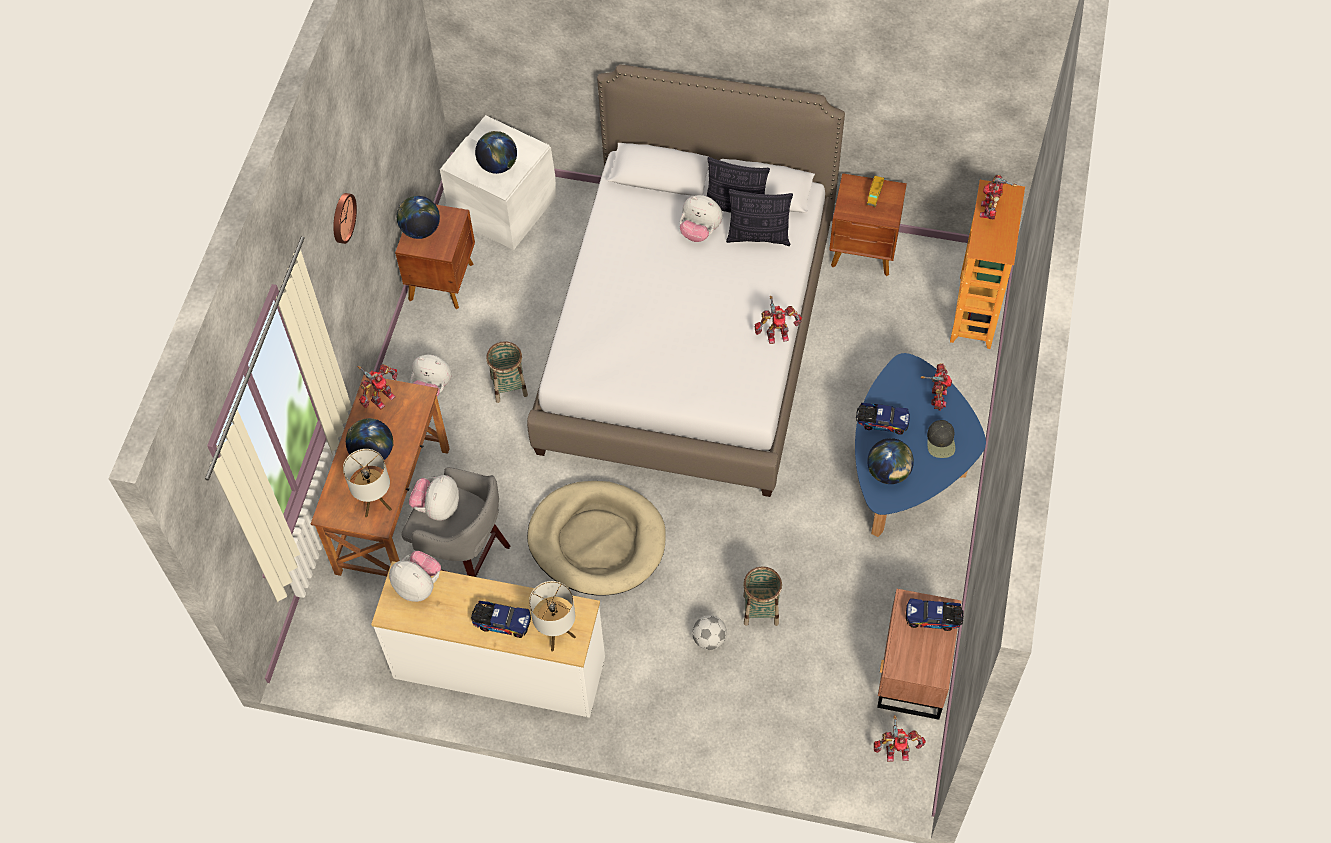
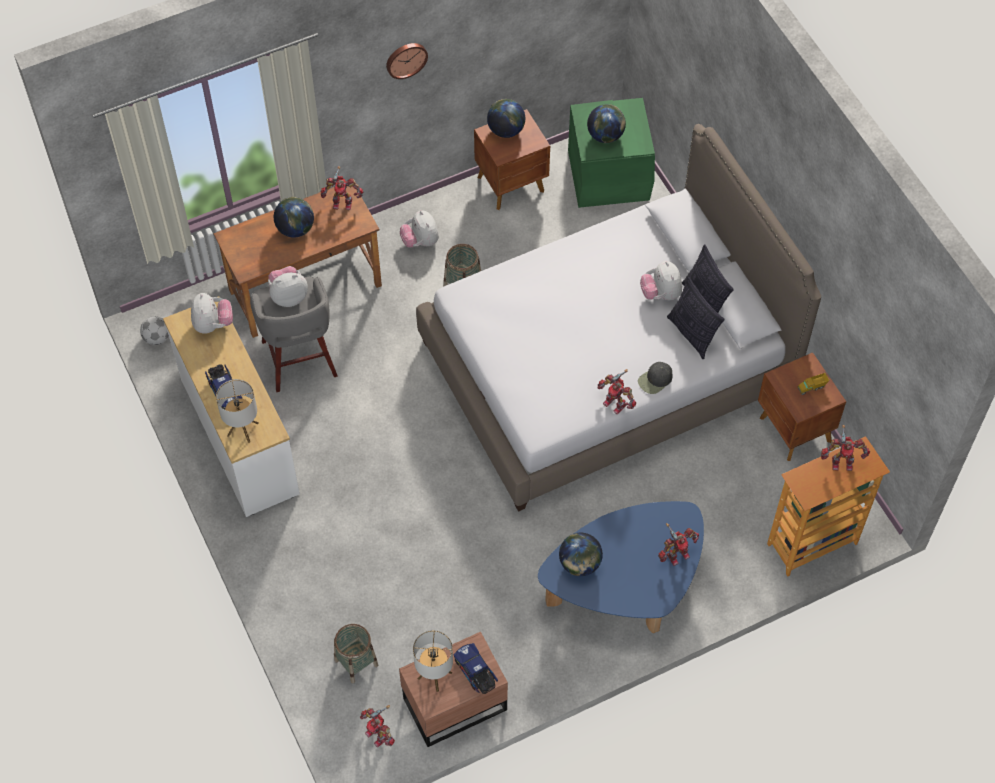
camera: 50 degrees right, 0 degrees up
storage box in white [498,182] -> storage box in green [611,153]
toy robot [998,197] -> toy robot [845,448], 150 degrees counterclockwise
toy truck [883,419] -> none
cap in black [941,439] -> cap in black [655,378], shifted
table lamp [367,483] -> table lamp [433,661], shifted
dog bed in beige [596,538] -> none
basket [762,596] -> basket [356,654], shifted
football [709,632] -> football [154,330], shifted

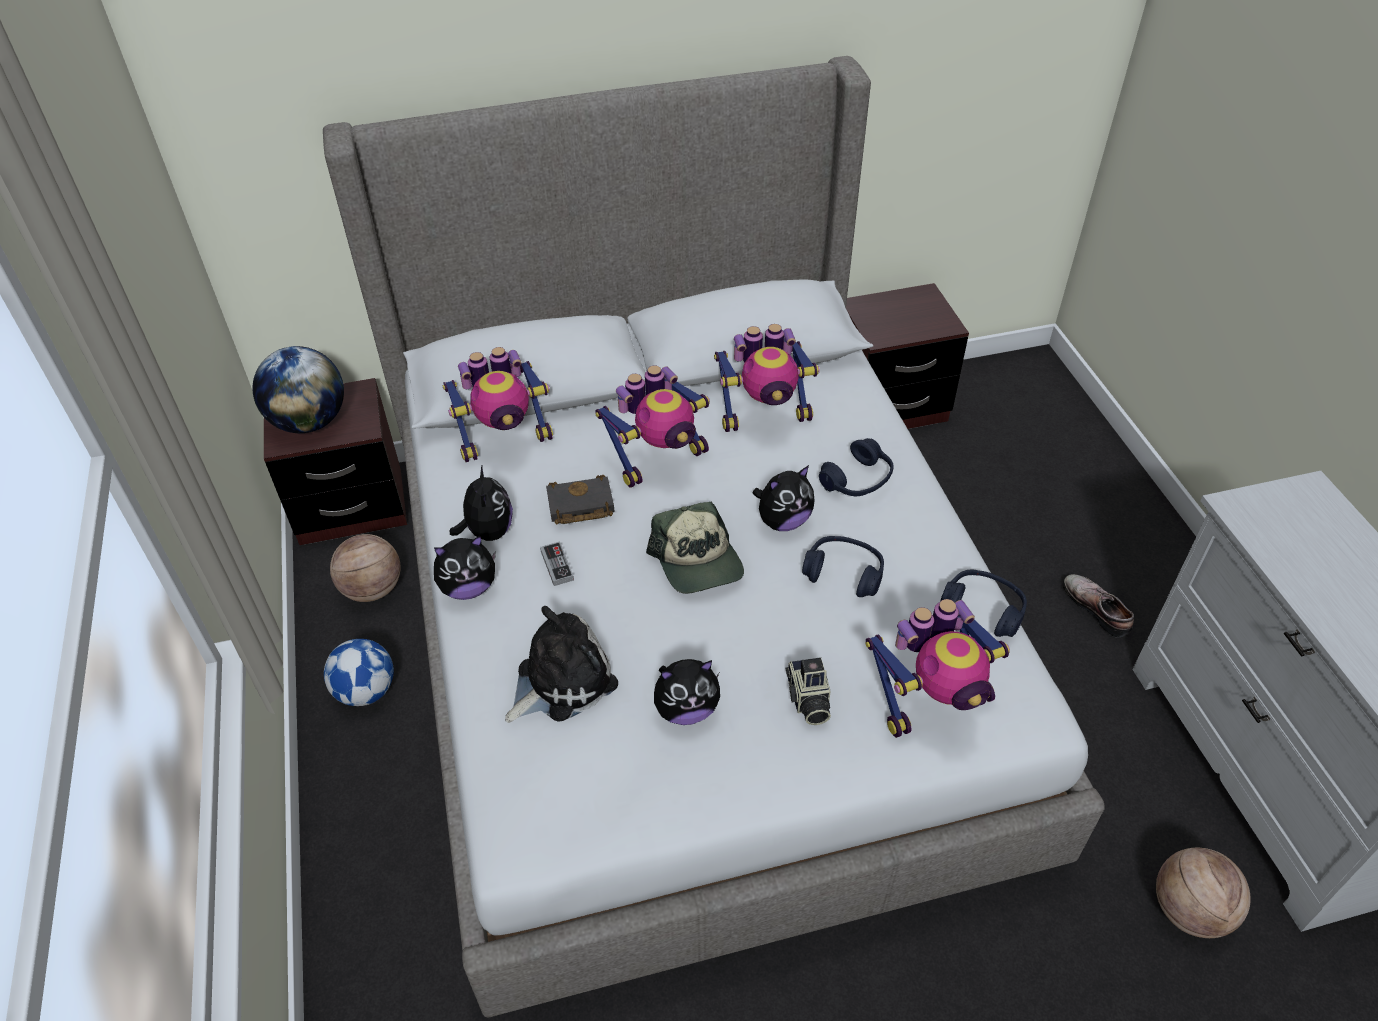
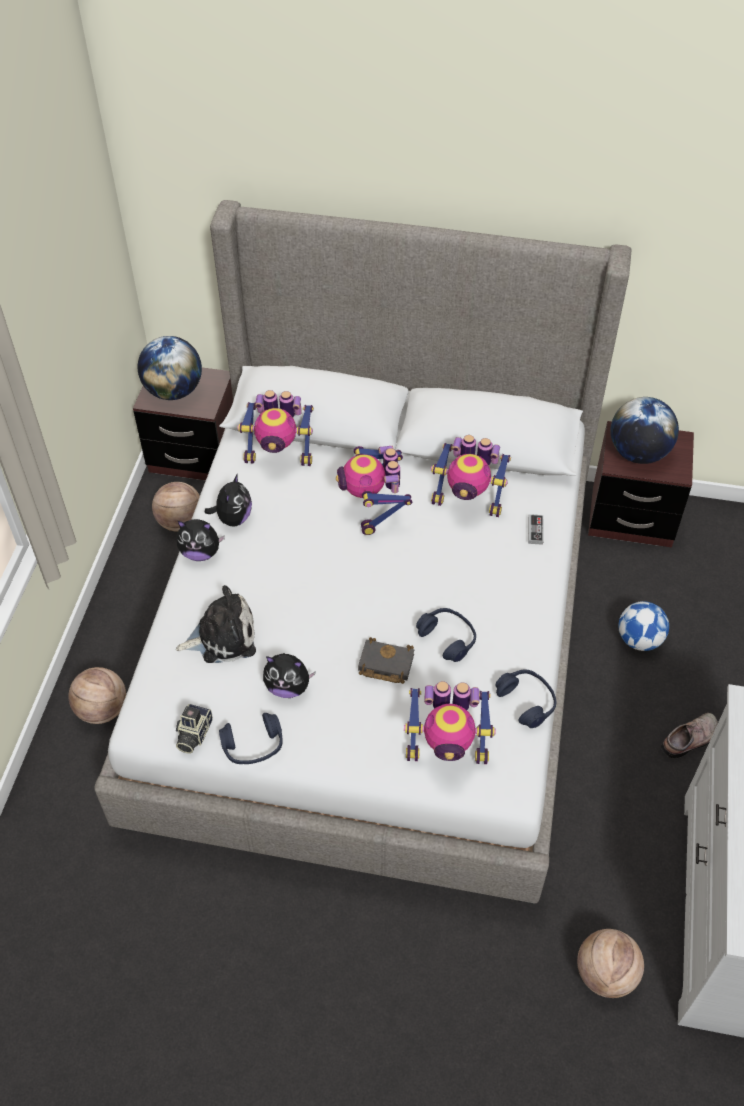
camera: 25 degrees right, 5 degrees up
toy robot [652,426] -> toy robot [374,490], 90 degrees clockwise
headphones in blue [856,467] -> headphones in blue [251,738], shifted
plush toy [783,498] -> none
book in black [580,500] -> book in black [386,660], shifted
cap [695,547] -> none
game controller [557,563] -> game controller [535,529], shifted
shoe [1098,606] -> shoe [689,736], 60 degrees clockwise
football [359,672] -> football [643,626], shifted
photo camera [808,691] -> photo camera [194,728], shifted
none -> globe [644,430]
none -> basketball [97,695]

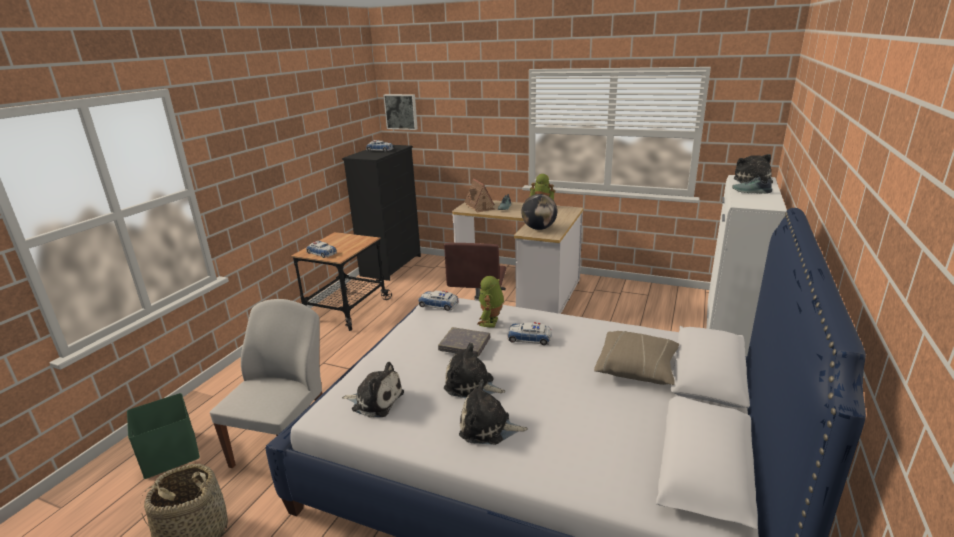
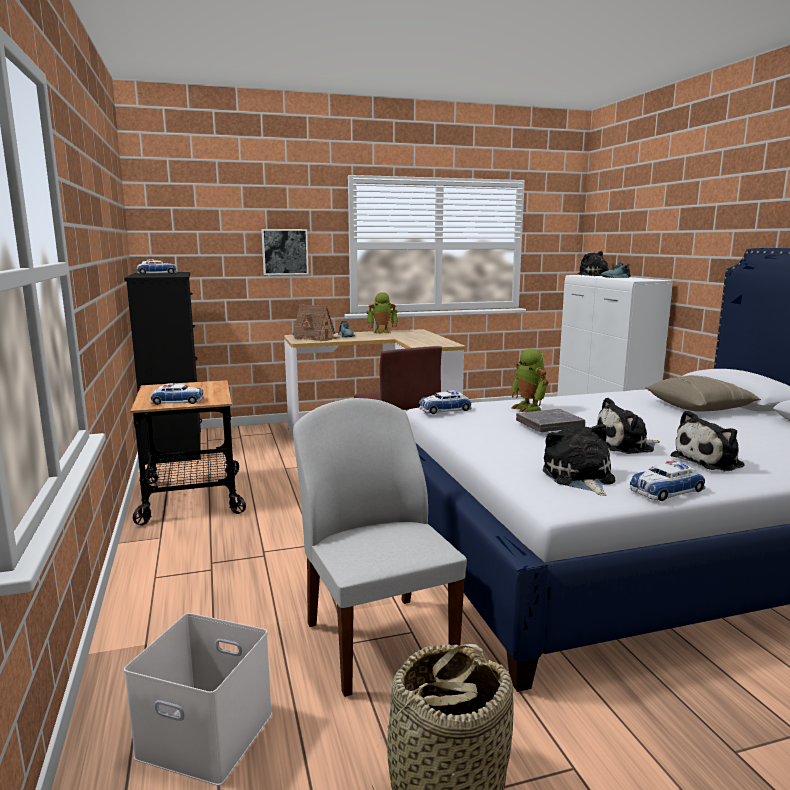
camera: 40 degrees left, 10 degrees down
picture [400,112] -> picture [285,252], shifted
globe [539,212] -> none
toy car [529,333] -> toy car [667,481], shifted
plush toy [373,389] -> plush toy [579,460], 75 degrees counterclockwise
storage box in green [163,436] -> storage box in white [198,699]

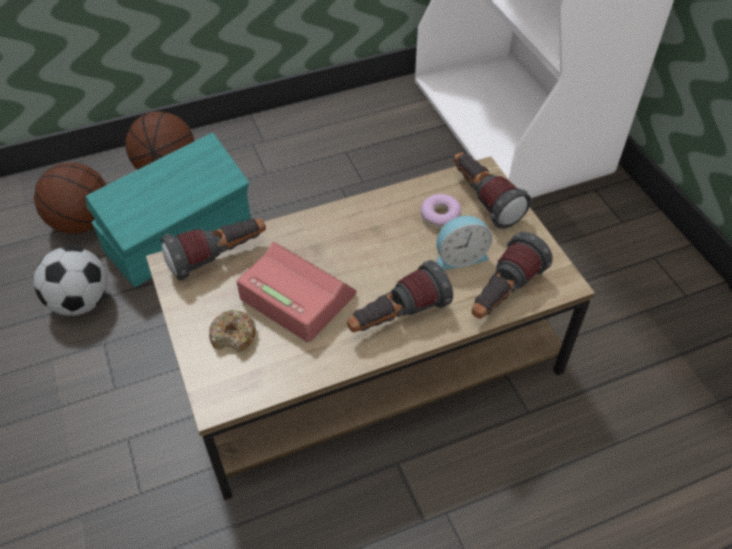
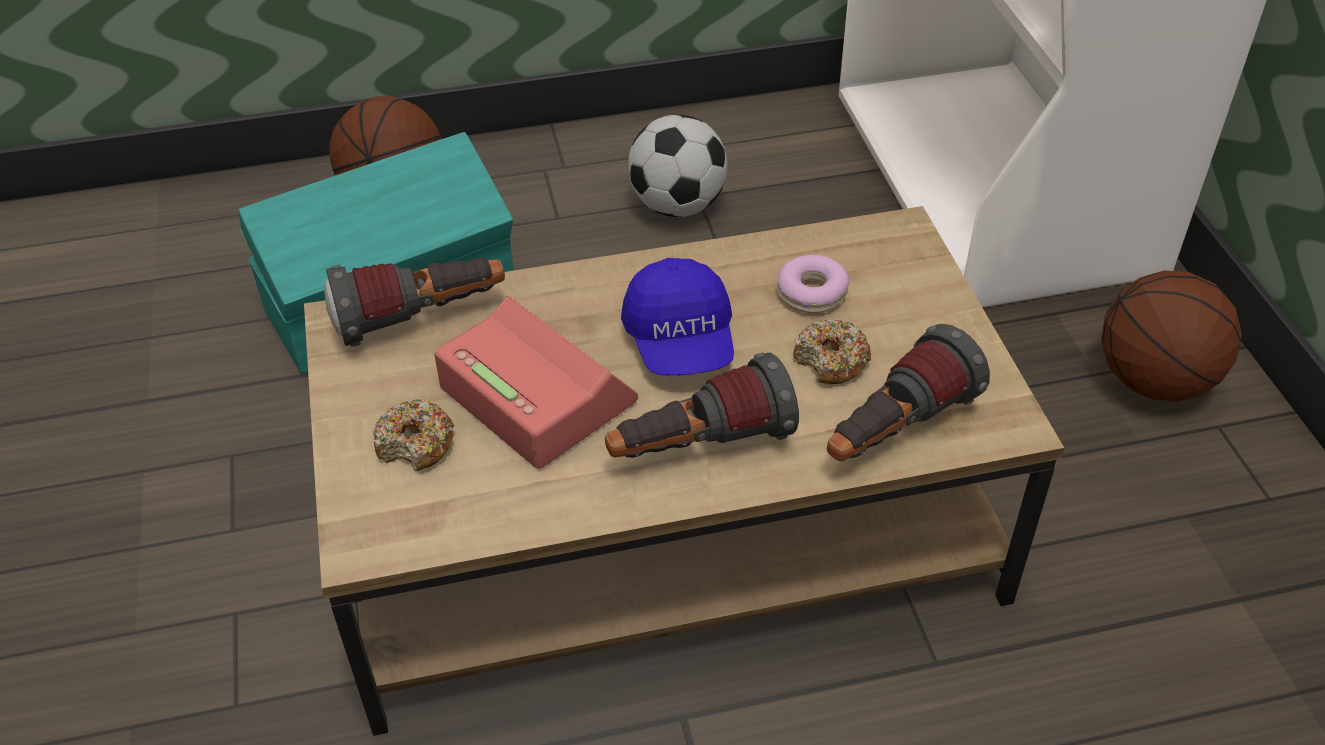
camera: 10 degrees right, 5 degrees down
flashlight [492,190] -> none
basketball [70,198] -> basketball [1171,336], shifted
alarm clock [464,243] -> donut [832,351]
football [71,281] -> football [678,165], shifted
none -> cap in blue [677,317]

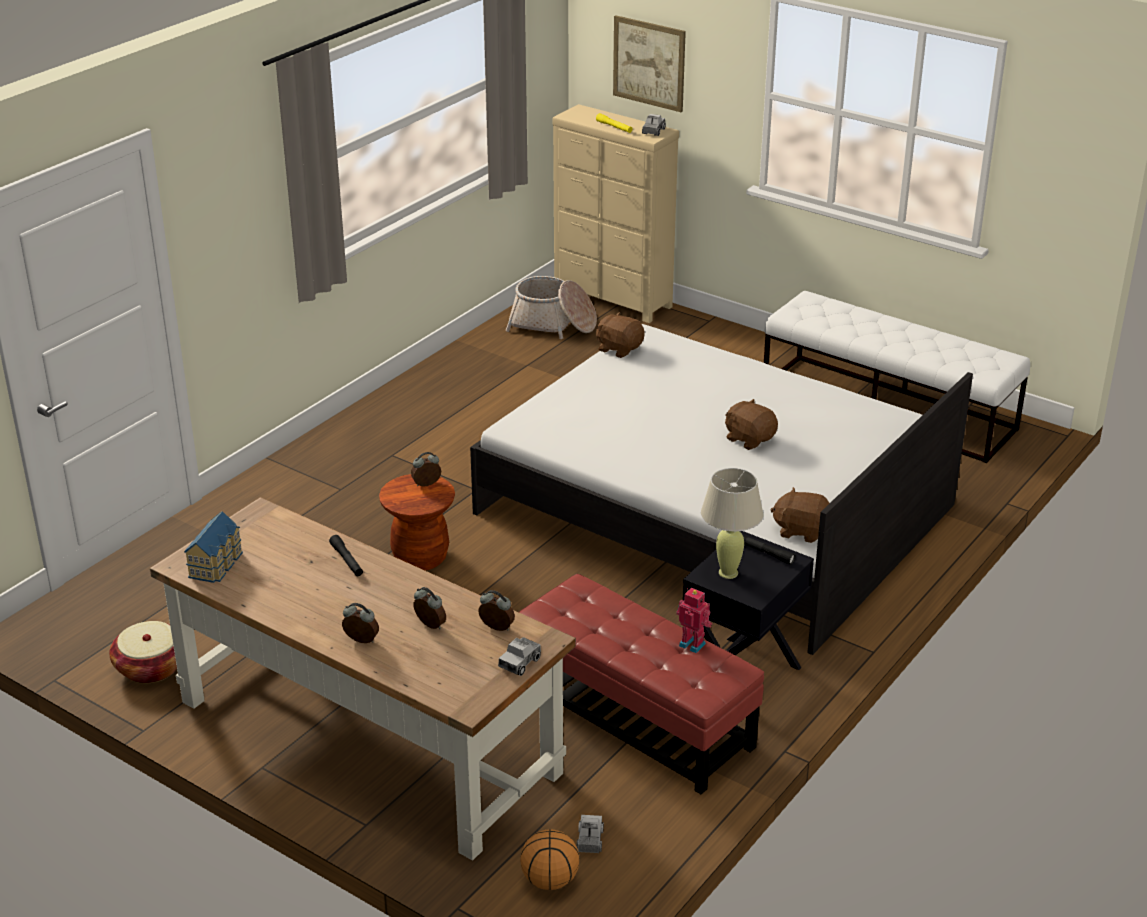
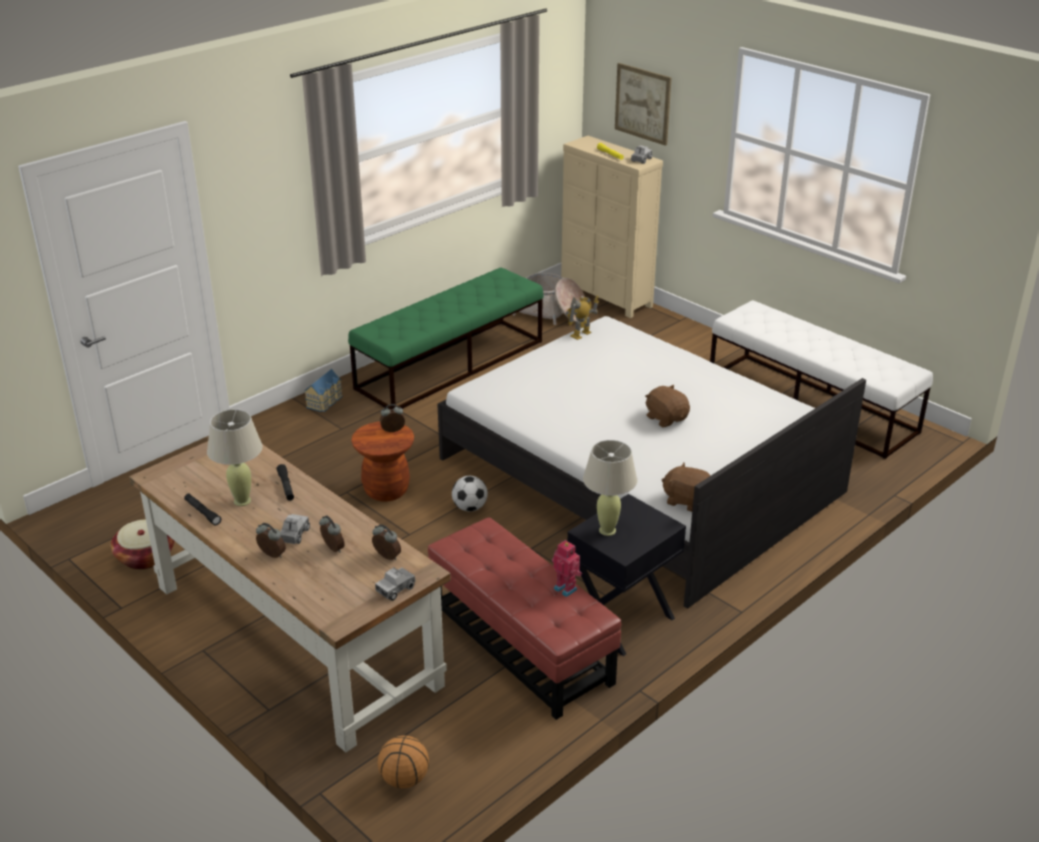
camera: 10 degrees right, 0 degrees up
plush toy in brown [620,335] -> toy robot [582,317]
toy house [213,547] -> toy house [323,390], shifted
flashlight in black [769,550] -> flashlight in black [202,509], shifted
toy truck [590,834] -> toy truck [295,529], shifted
none -> bench in green [446,338]
none -> table lamp in beige [235,457]
none -> football [470,494]

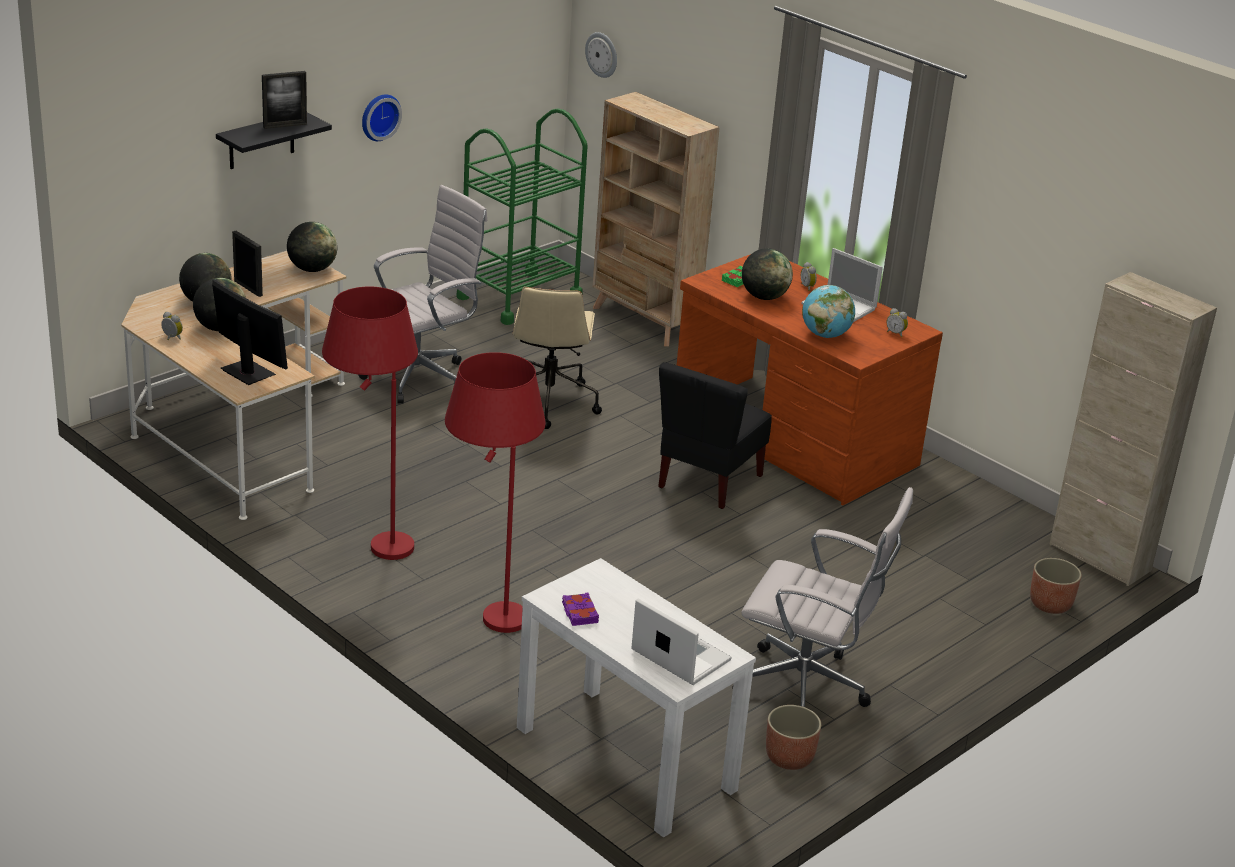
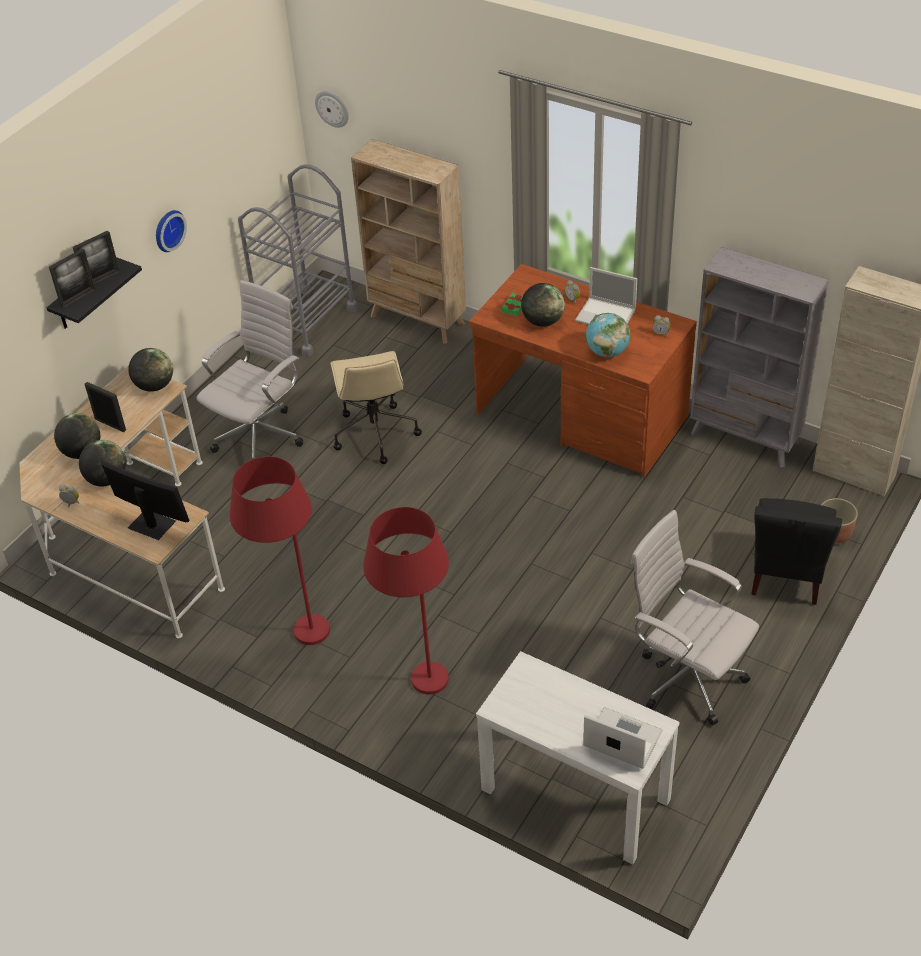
camera: 10 degrees left, 15 degrees up
cart in green [522,216] -> cart in grey [298,260]
chair in black [715,435] -> chair in black [796,551], shifted
office chair in white [822,597] -> office chair in white [695,618], 150 degrees counterclockwise
book in purple [580,609] -> none
planter [793,737] -> none
none -> bookcase in grey [759,357]
none -> picture frame [72,278]

